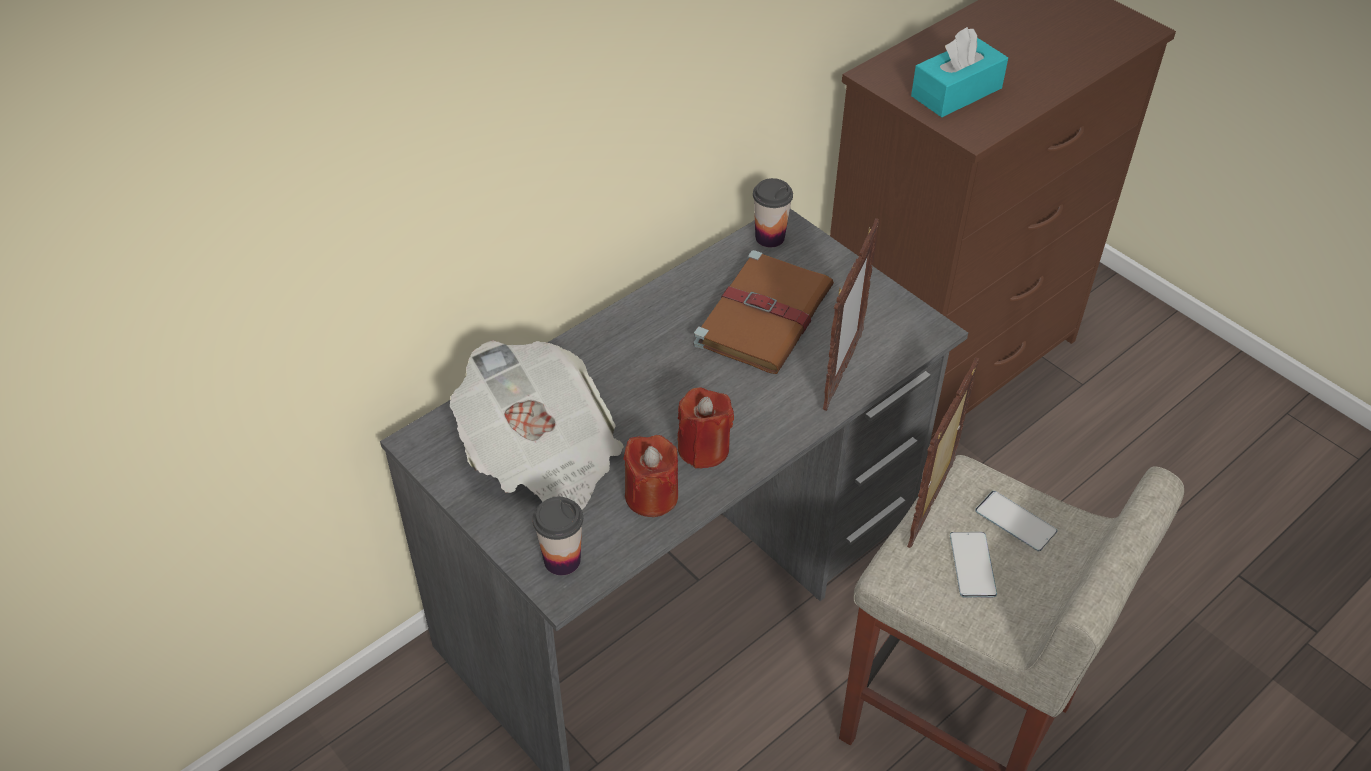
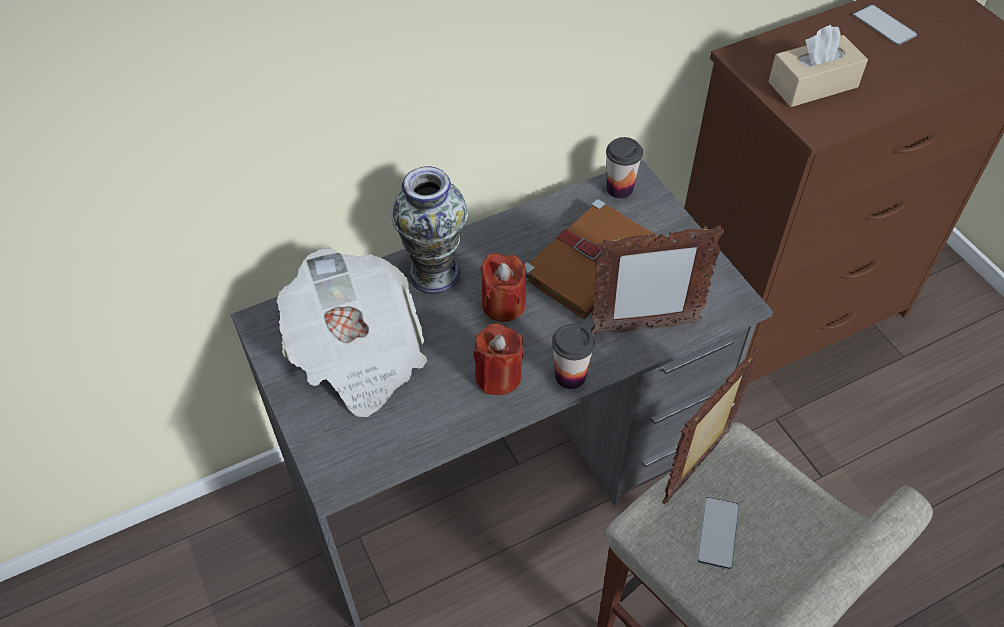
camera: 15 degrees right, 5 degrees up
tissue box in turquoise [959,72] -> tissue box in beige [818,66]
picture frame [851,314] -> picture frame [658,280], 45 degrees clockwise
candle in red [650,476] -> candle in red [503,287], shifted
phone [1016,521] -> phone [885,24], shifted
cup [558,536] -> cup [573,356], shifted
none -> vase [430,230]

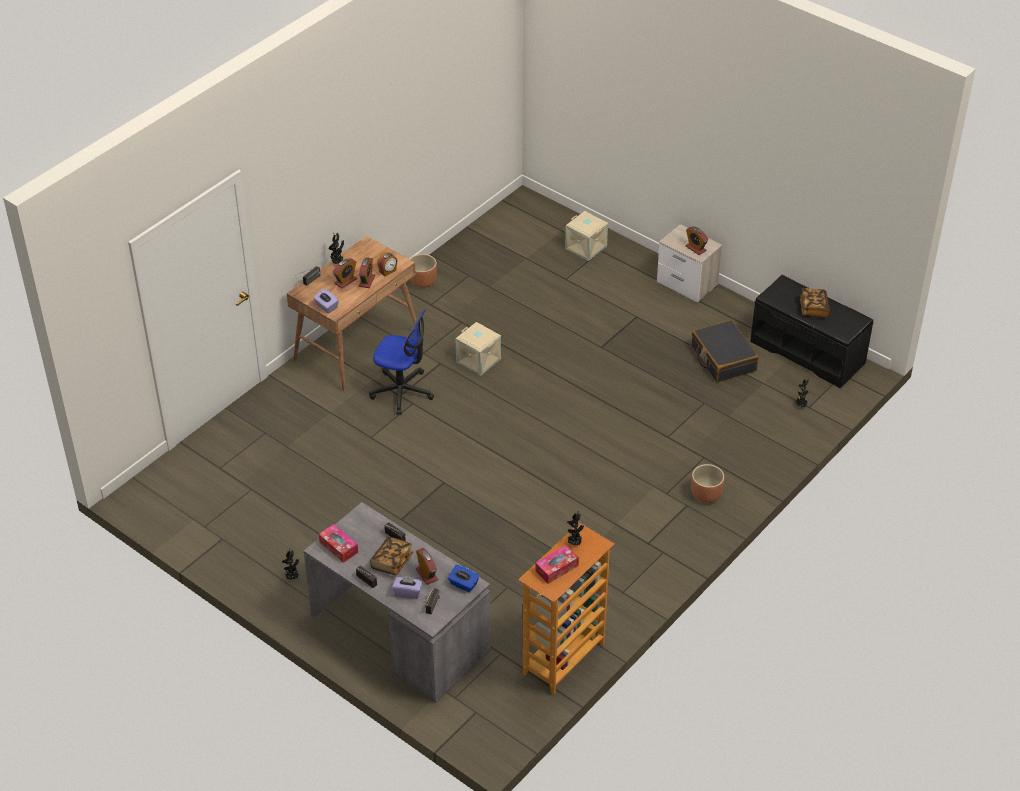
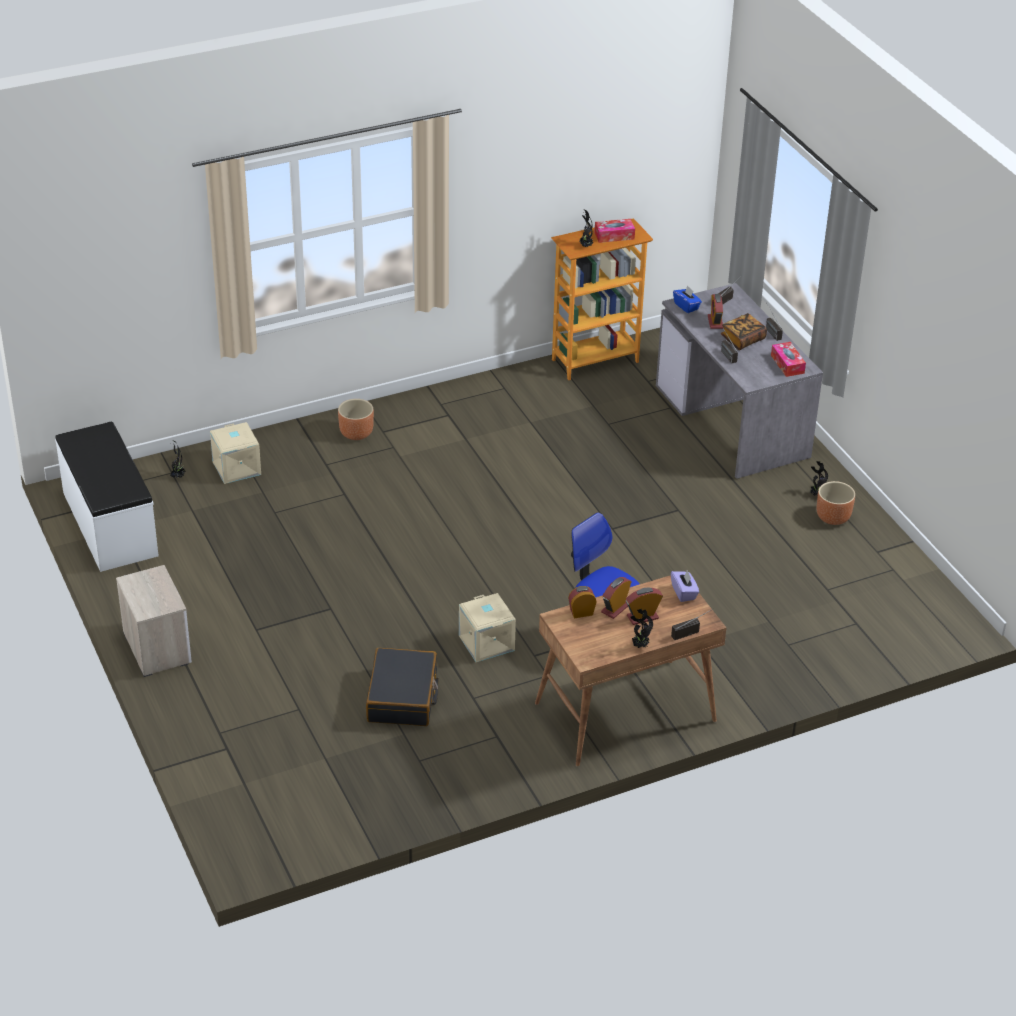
camera: 155 degrees left, 5 degrees down
storage box in beige [586,236] -> storage box in beige [235,453], shifted
alarm clock [696,240] -> none
planter in brown [423,271] -> planter in brown [836,503], shifted
bench in black [811,331] -> bench in white [107,497]
book [815,303] -> none
suitcase in black [725,351] -> suitcase in black [402,687], shifted
tissue box in purple [407,587] -> none

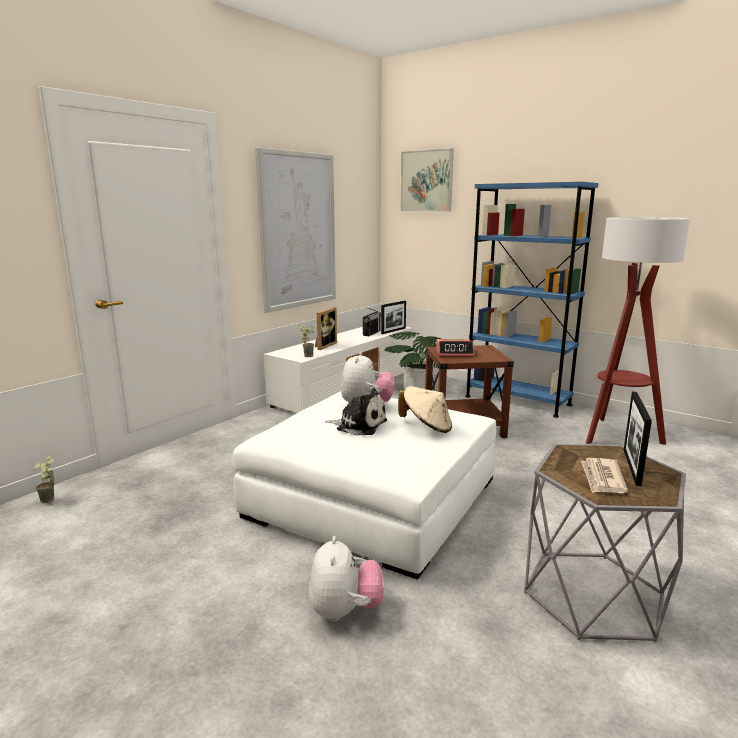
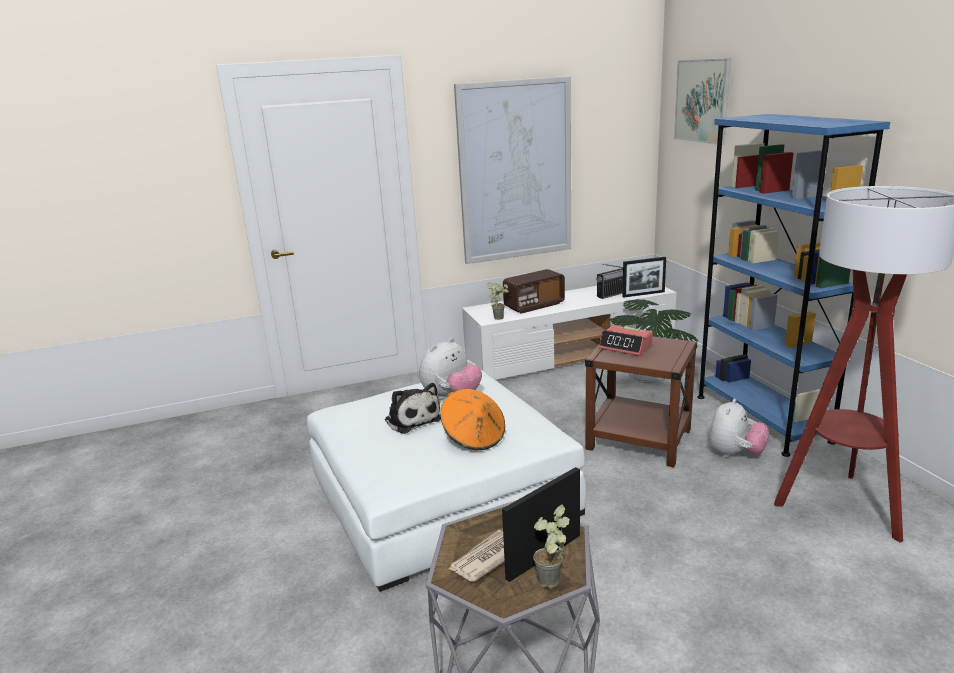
camera: 35 degrees right, 5 degrees up
picture frame [326,328] -> radio [534,291]
hat in beige [425,409] -> hat in orange [472,420]
potted plant [43,478] -> potted plant [551,547], shifted
plush toy [346,579] -> plush toy [739,428], shifted

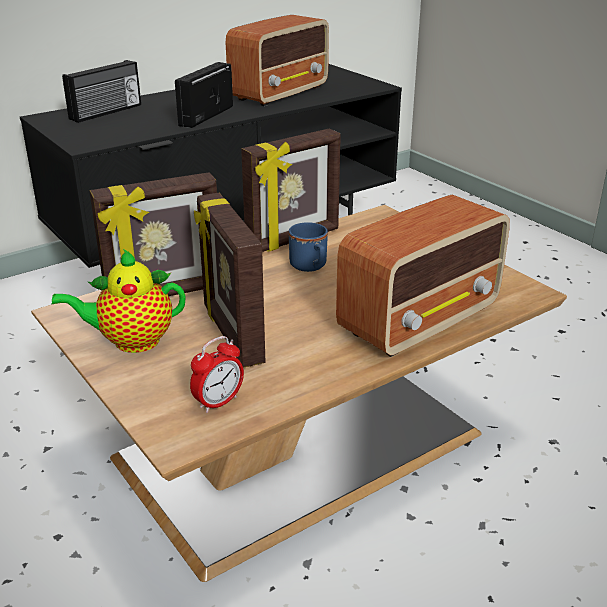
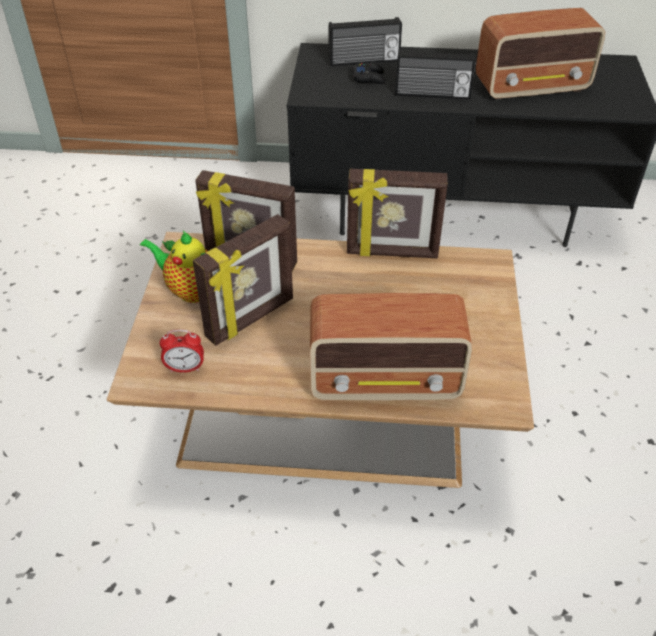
camera: 40 degrees right, 15 degrees up
radio [204,95] -> radio [435,74], 150 degrees counterclockwise
picture frame [229,280] -> picture frame [243,280], 150 degrees counterclockwise
mug in blue [308,247] -> none
none -> game controller in black [369,73]

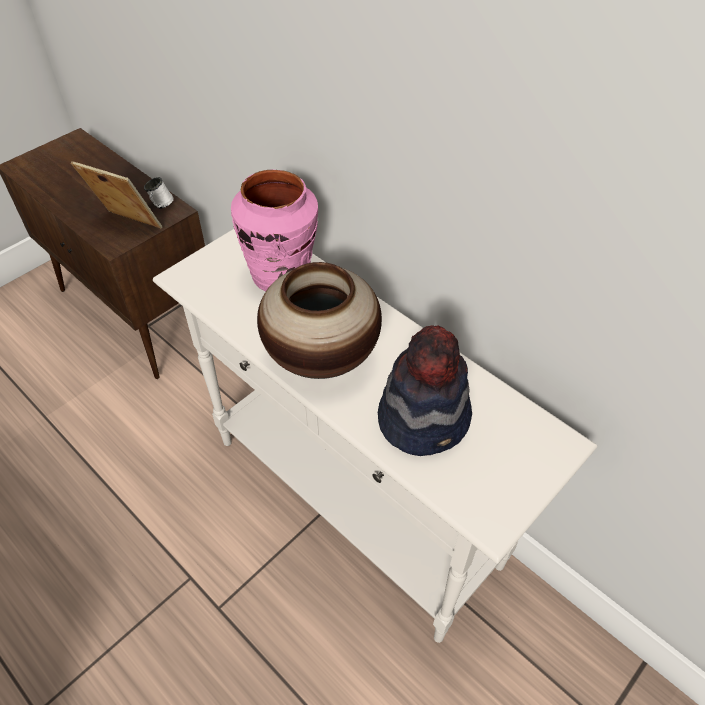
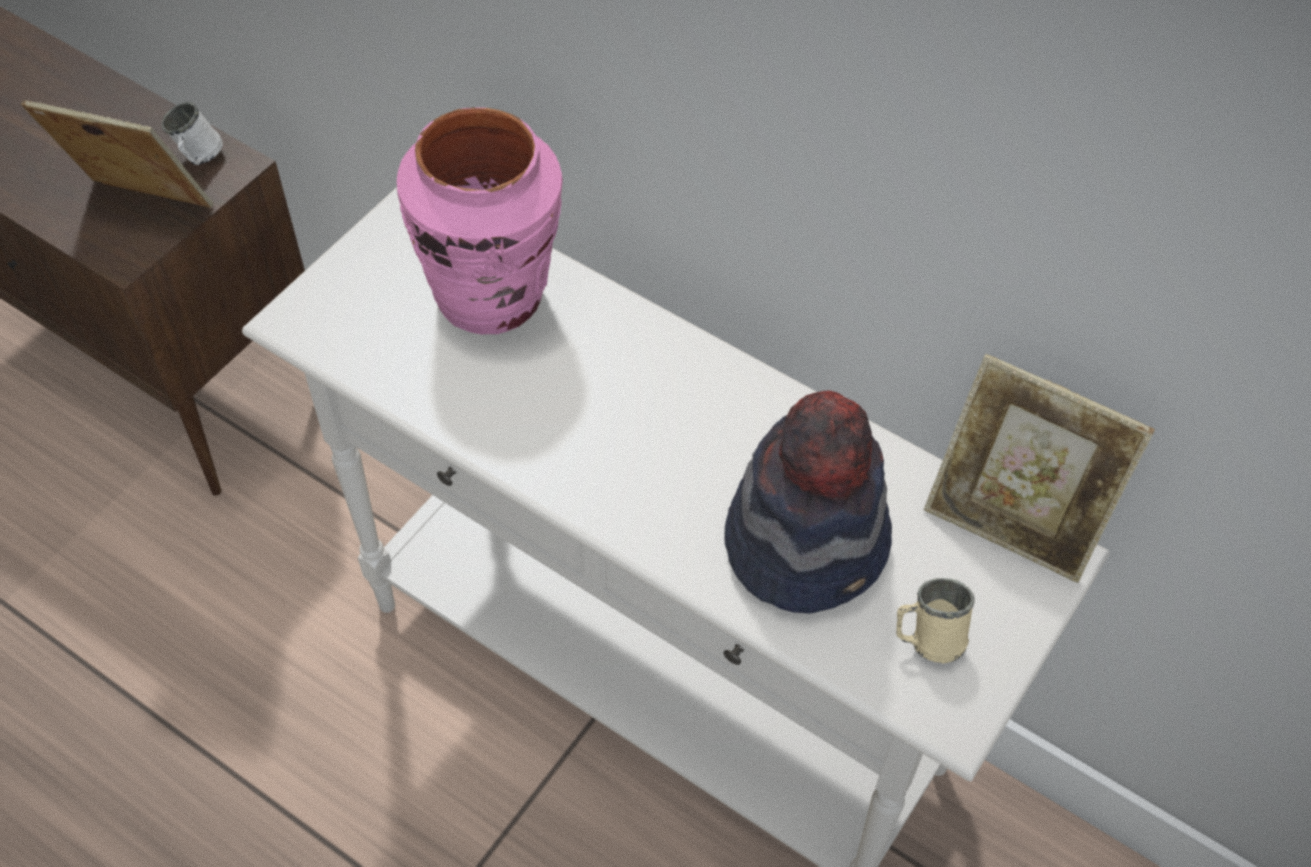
camera: 10 degrees left, 5 degrees up
vase [319,320] -> none
none -> picture frame [1039,468]
none -> mug in beige [935,621]

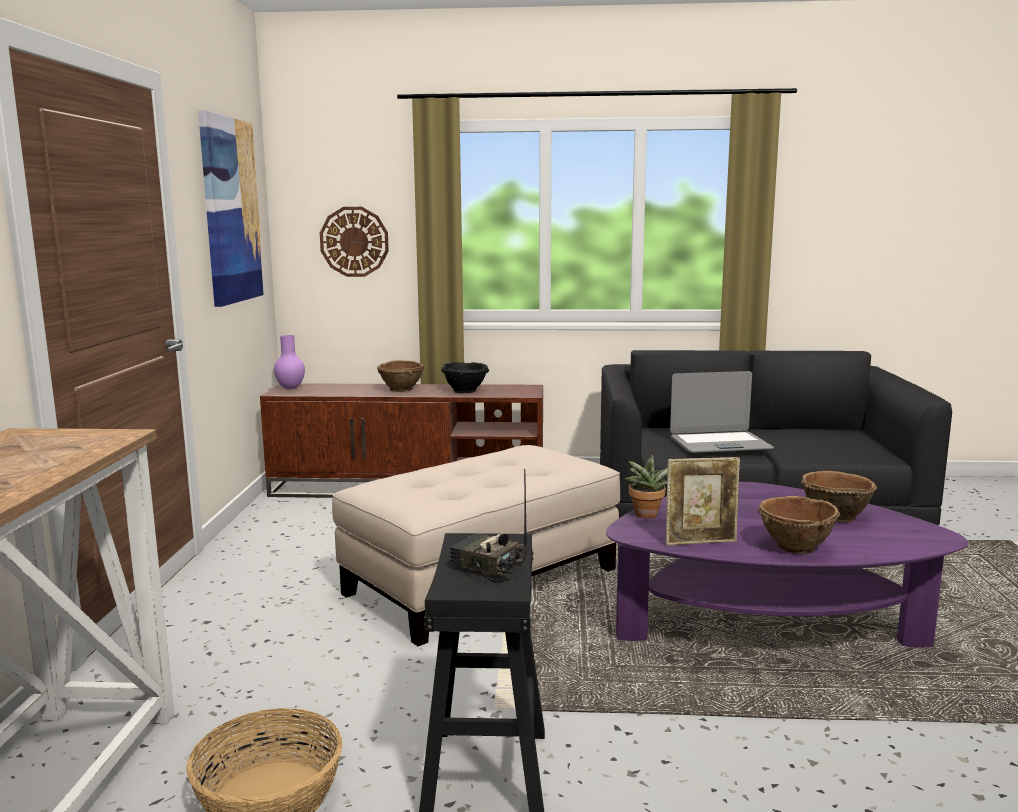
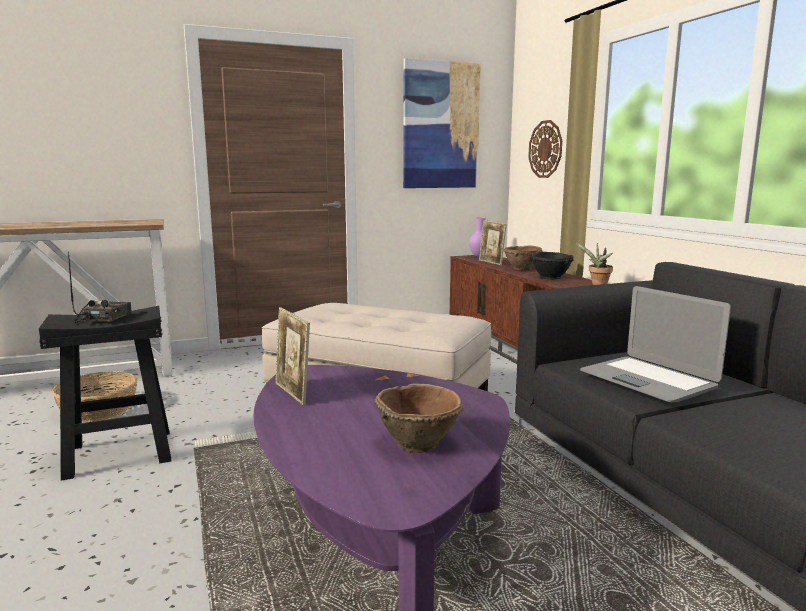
camera: 65 degrees right, 0 degrees up
potted plant [646,486] -> potted plant [594,263], shifted
bowl in brown [799,525] -> none
none -> picture frame [493,242]

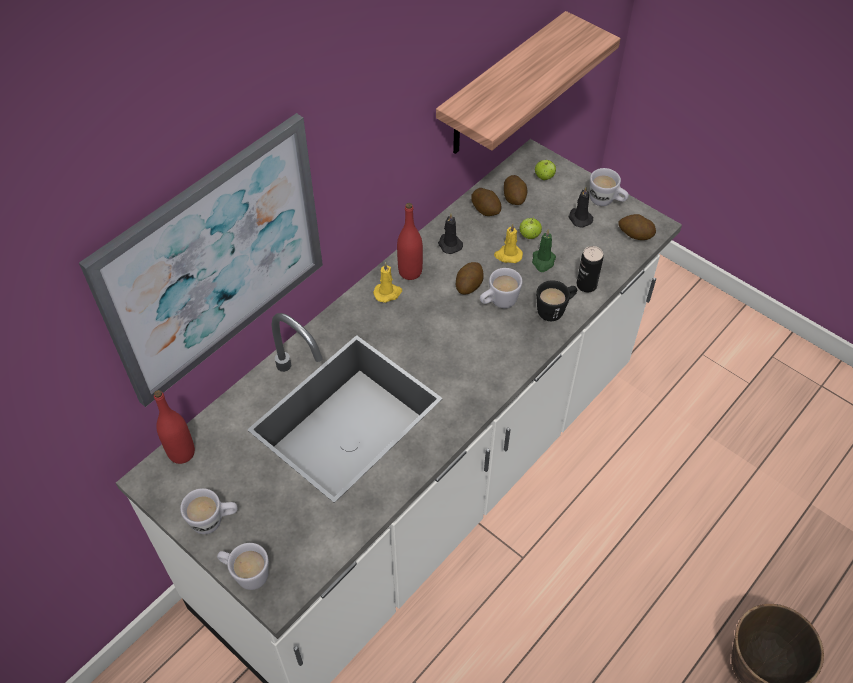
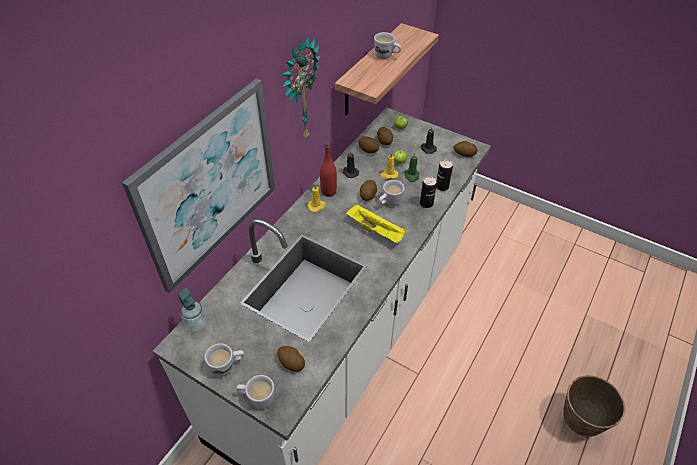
camera: 10 degrees left, 5 degrees down
mug in white [609,187] -> mug in white [388,45], shifted
mug in black [556,300] -> can [428,192]
bottle in red [174,427] -> soap dispenser [192,310]
none -> wall clock [301,88]
none -> tray in yellow [376,223]
none -> potato [291,359]

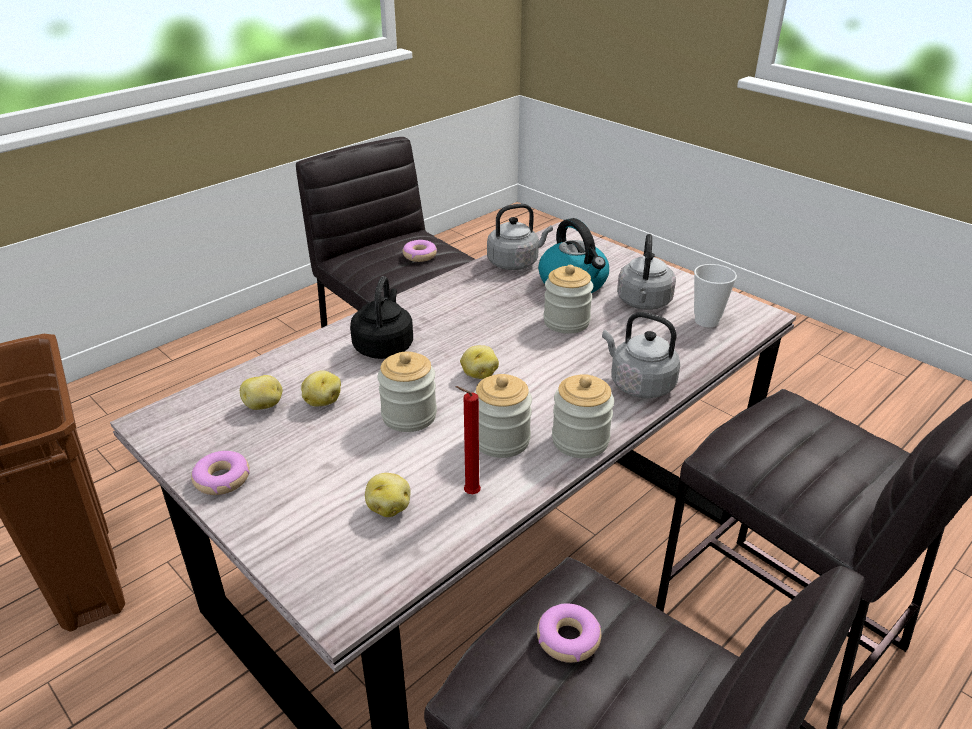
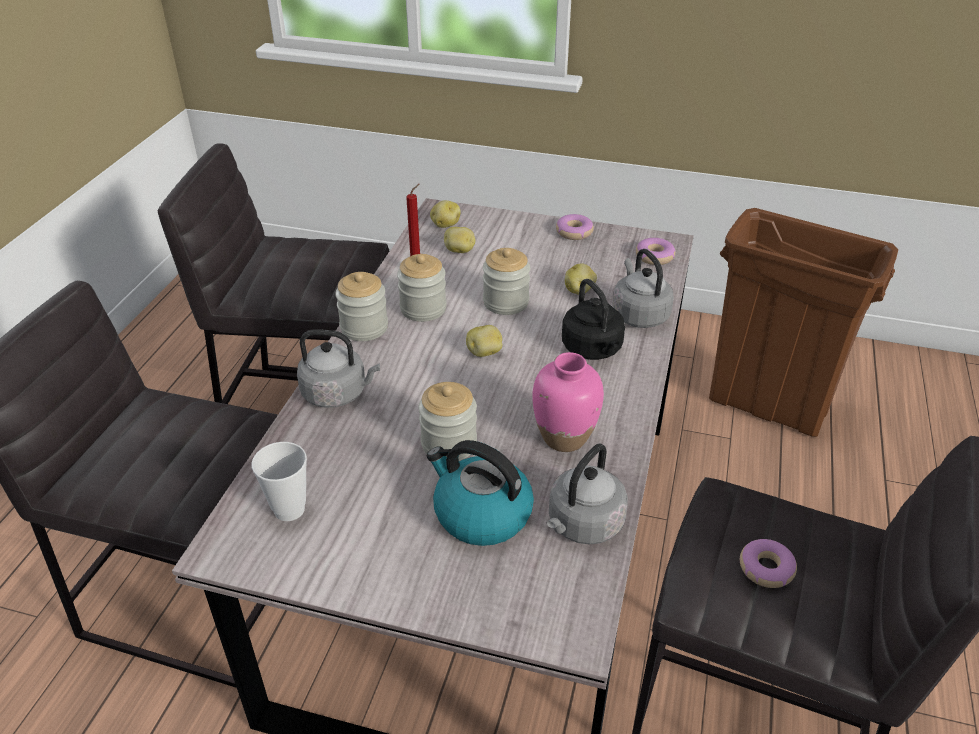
camera: 150 degrees right, 5 degrees up
kettle in grey [646,272] -> kettle in grey [643,288], shifted
potato [261,392] -> potato [445,214], shifted
donut [569,633] -> donut [656,251], shifted
none -> vase in pink [568,402]

